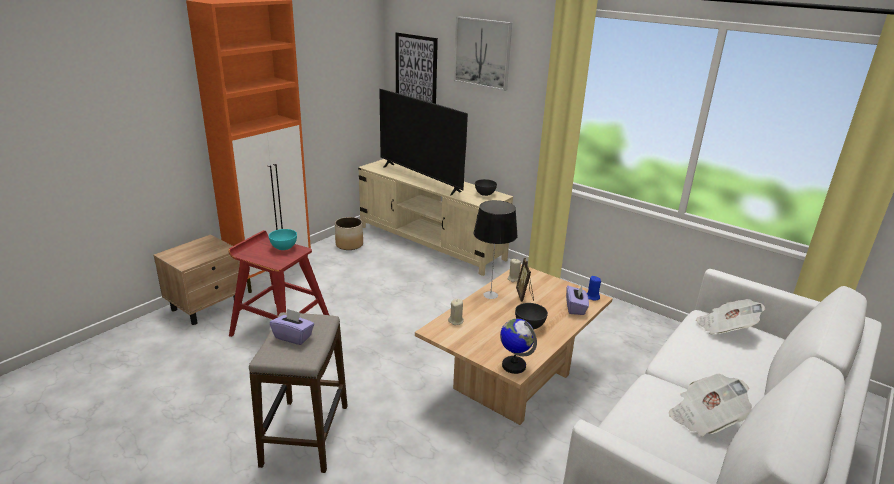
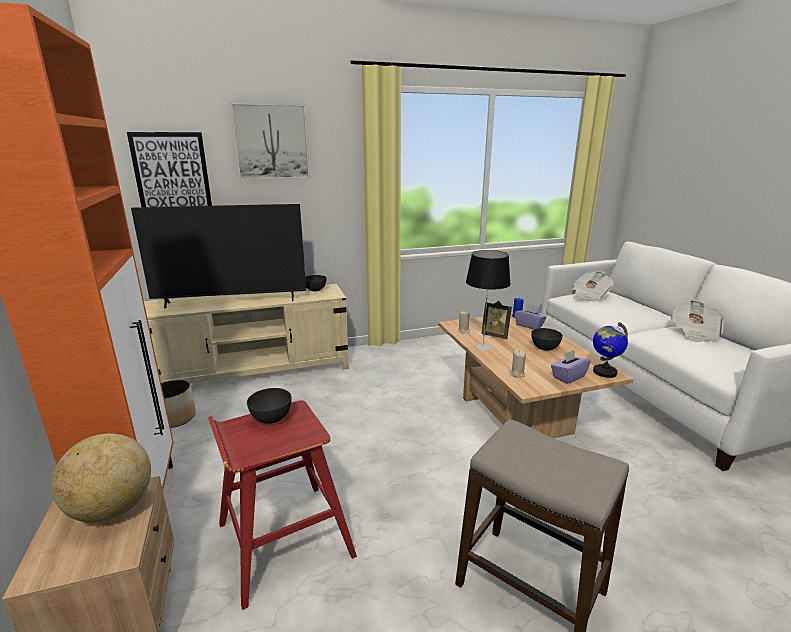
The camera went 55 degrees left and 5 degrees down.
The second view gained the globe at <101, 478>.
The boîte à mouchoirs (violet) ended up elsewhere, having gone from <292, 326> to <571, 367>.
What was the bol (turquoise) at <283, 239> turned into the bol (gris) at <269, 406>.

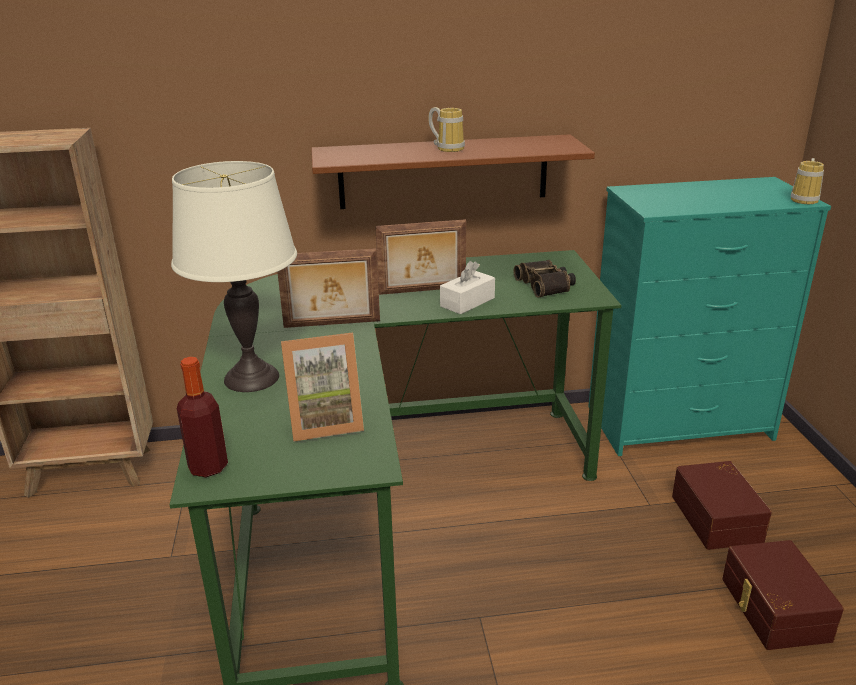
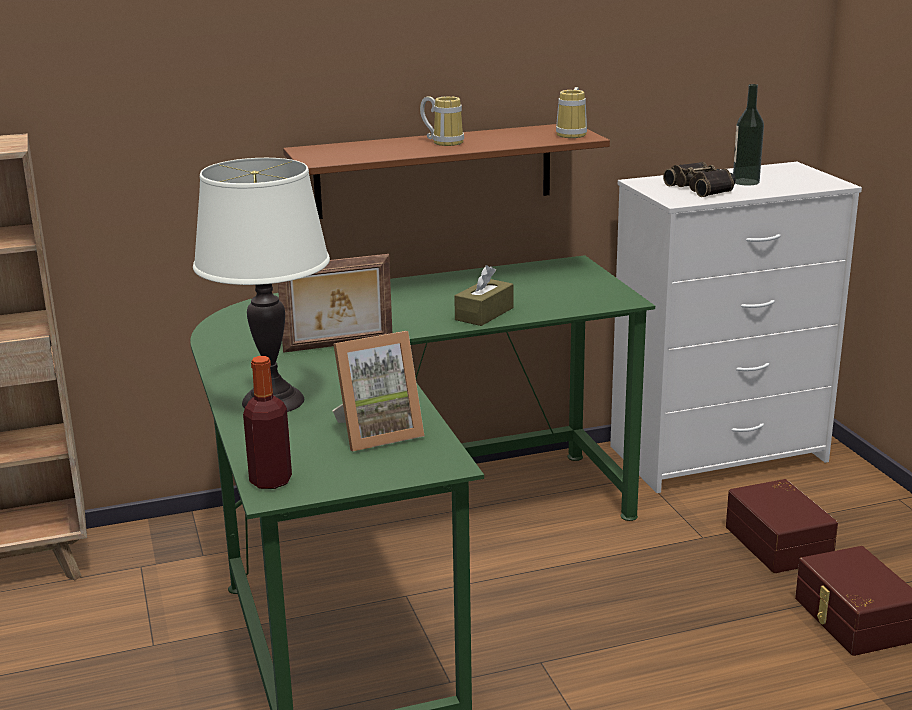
The camera went 10 degrees left and 5 degrees down.
The second view lost the cadre photo at <420, 257>.
The second view gained the bouteille at <748, 135>.
The jumelles ended up elsewhere, having gone from <544, 278> to <699, 179>.
The mug ended up elsewhere, having gone from <807, 181> to <571, 112>.
What was the boîte à mouchoirs (blanc) at <467, 287> turned into the boîte à mouchoirs (marron) at <483, 295>.
What was the commode (turquoise) at <709, 316> turned into the commode (blanc) at <736, 327>.

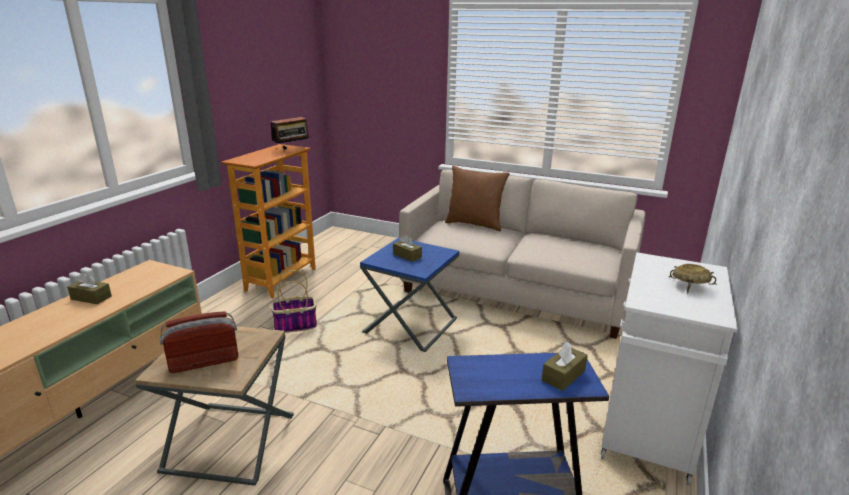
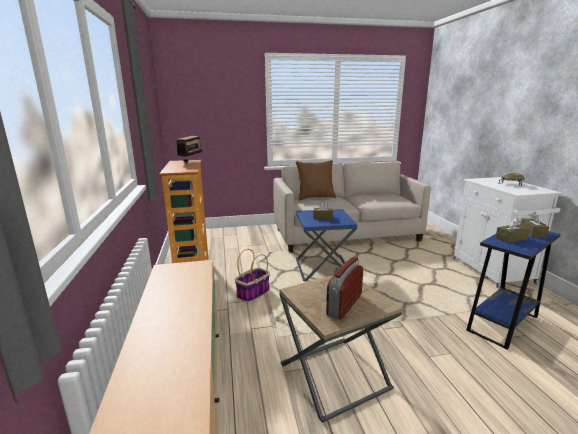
The camera went 35 degrees left and 5 degrees down.
The boîte à mouchoirs (marron) ended up elsewhere, having gone from <89, 288> to <512, 230>.

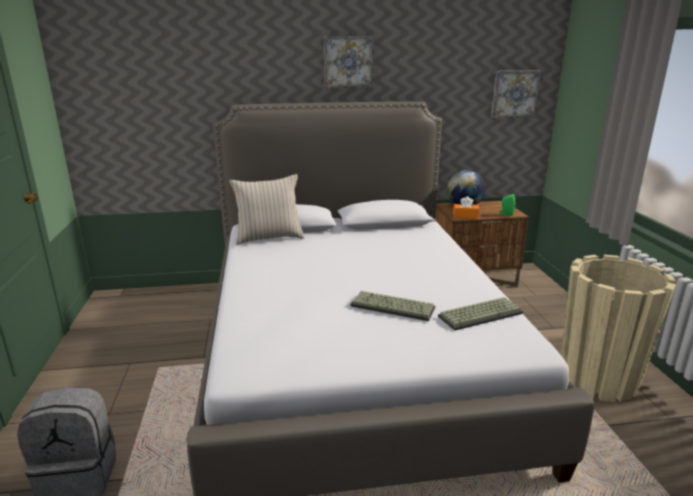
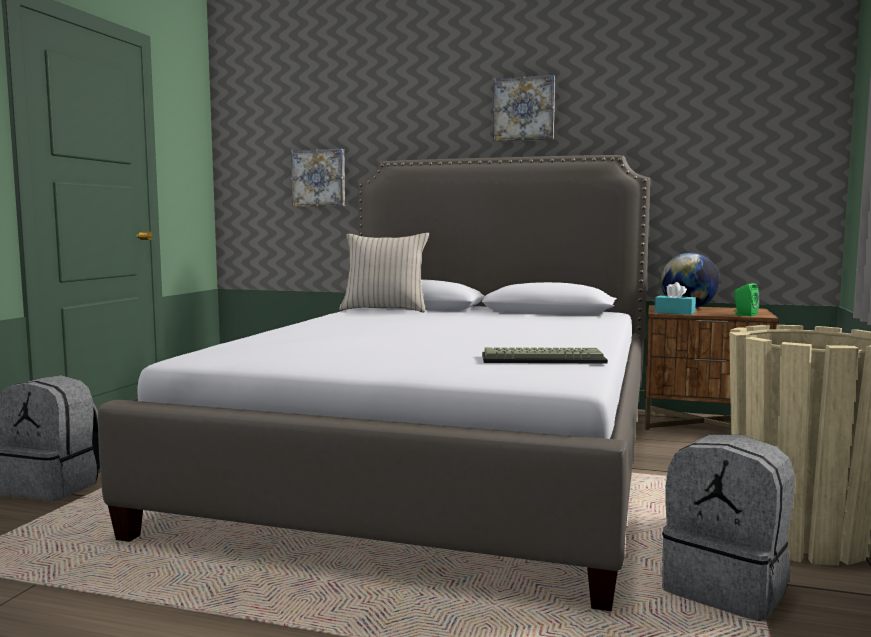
The camera went 25 degrees right and 15 degrees down.
The second view lost the clavier at <392, 306>.
The second view gained the sac à dos (gris) at <728, 527>.
The tableau ended up elsewhere, having gone from <516, 94> to <318, 178>.
What was the boîte à mouchoirs (orange) at <466, 207> turned into the boîte à mouchoirs (turquoise) at <675, 298>.

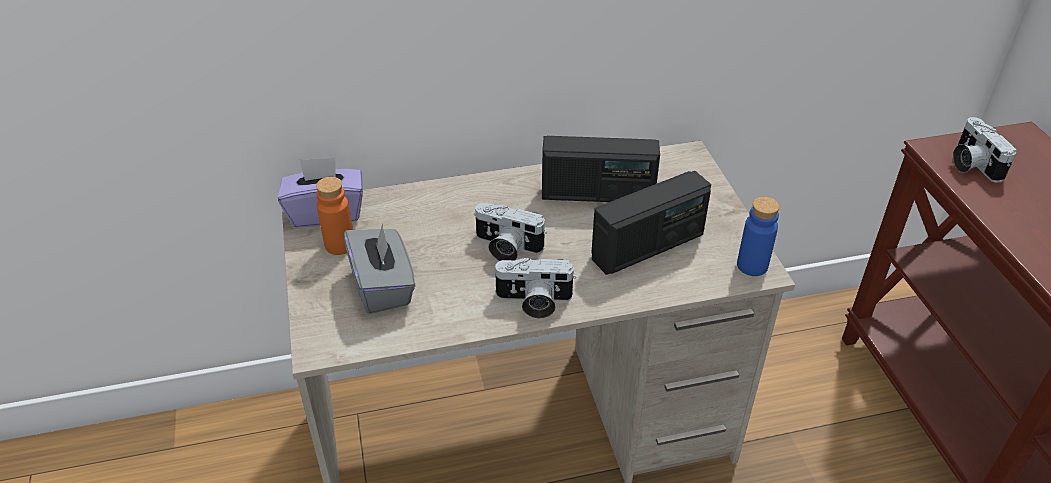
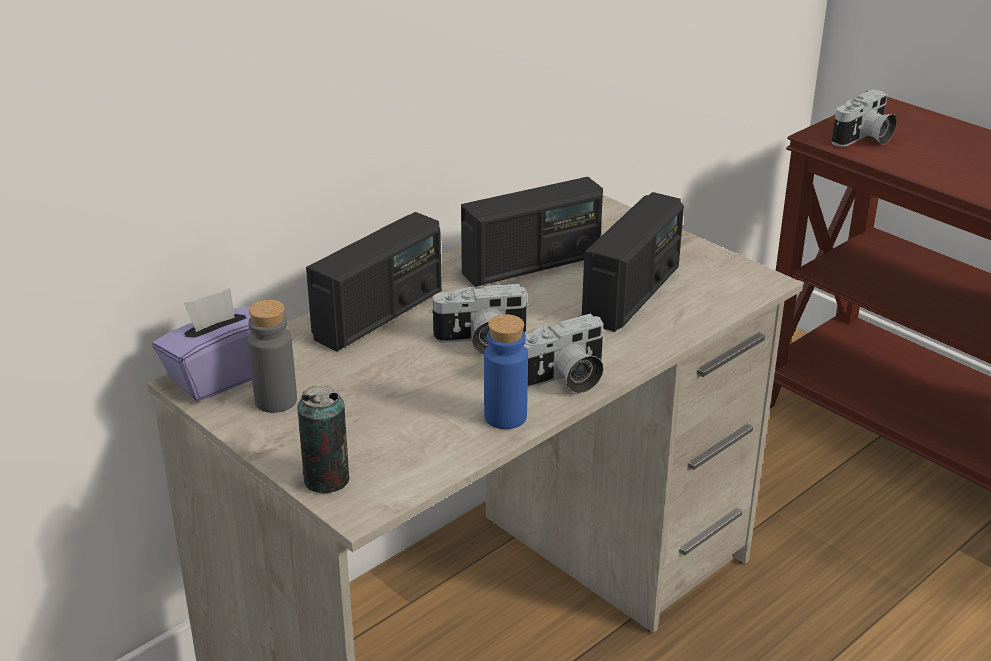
The camera went 30 degrees left and 10 degrees down.
The second view lost the boîte à mouchoirs (gris) at <379, 268>.
The second view gained the boîte métallique at <323, 439>.
The second view gained the radio at <374, 281>.
The bouteille (bleu) ended up elsewhere, having gone from <758, 236> to <506, 371>.
What was the bouteille (orange) at <334, 216> turned into the bouteille (gris) at <272, 356>.
The appareil photo at <985, 150> ended up facing another way, 90 degrees counterclockwise from before.

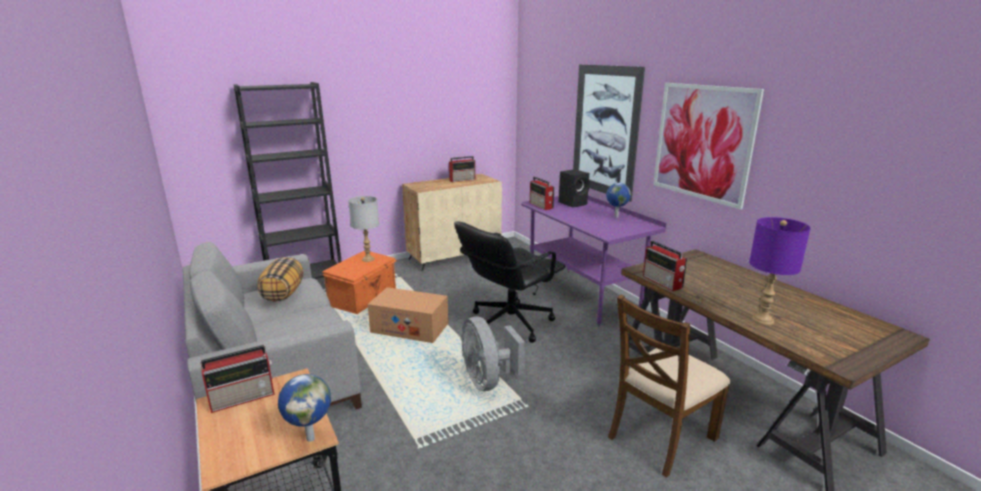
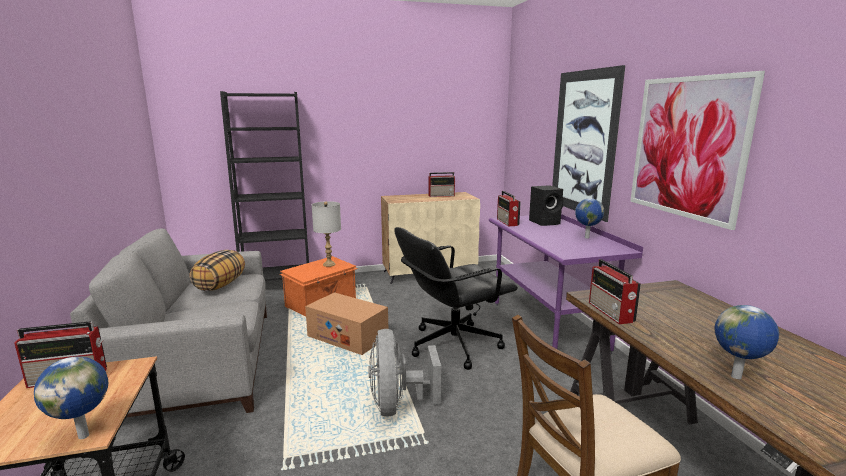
The camera went 15 degrees right and 5 degrees down.
Where the lampe de table (violet) stood at <780, 271>, the globe came to stand at <746, 342>.

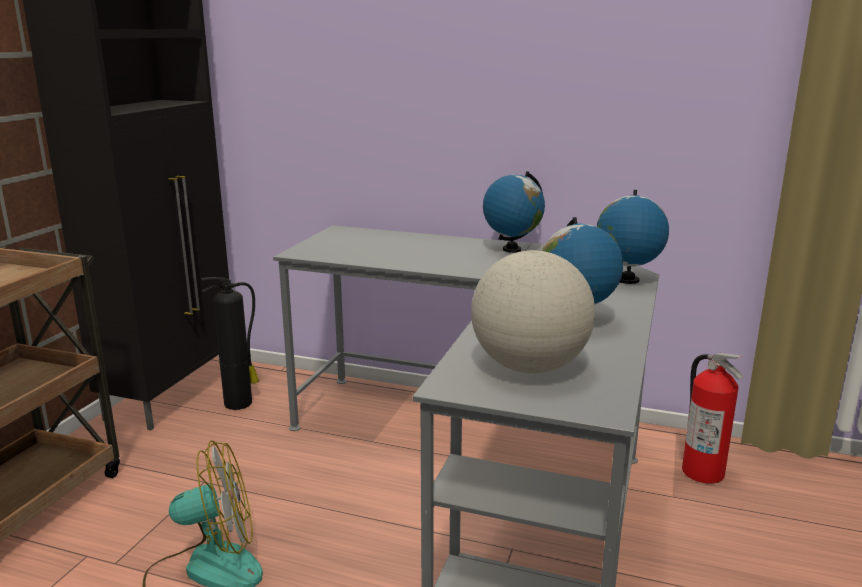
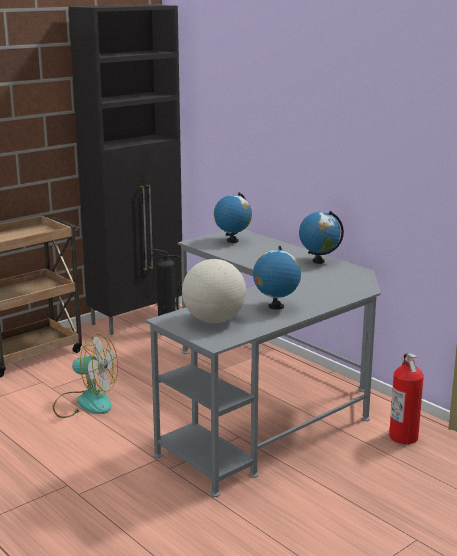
The camera went 30 degrees right and 0 degrees up.
The globe ended up elsewhere, having gone from <633, 237> to <233, 217>.

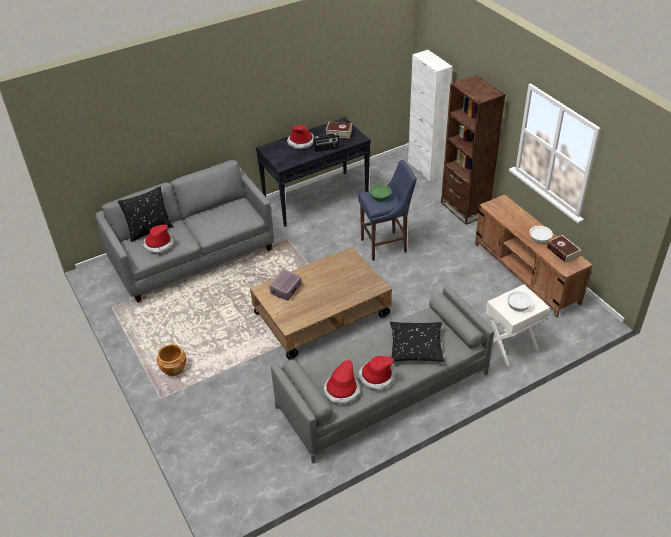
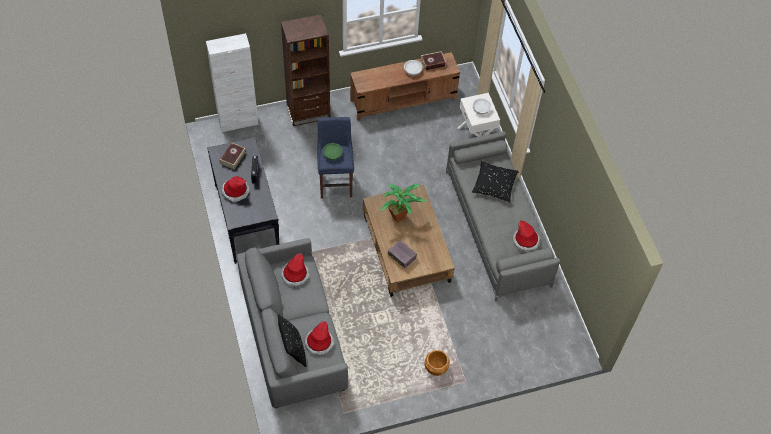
The camera went 80 degrees left and 15 degrees up.
The second view gained the plante en pot at <403, 203>.
The chapeau ended up elsewhere, having gone from <377, 373> to <295, 270>.

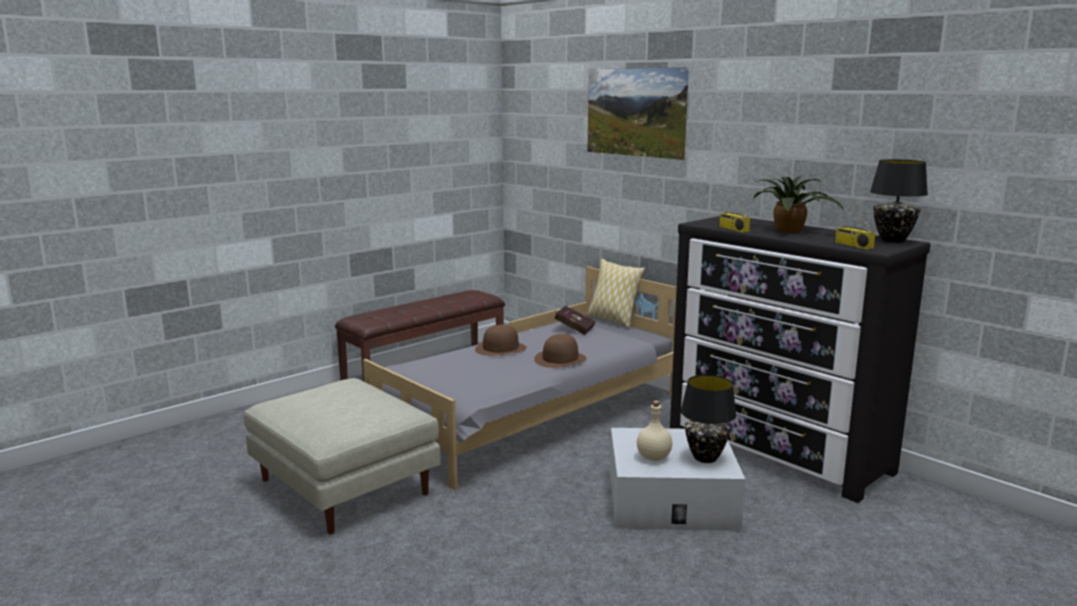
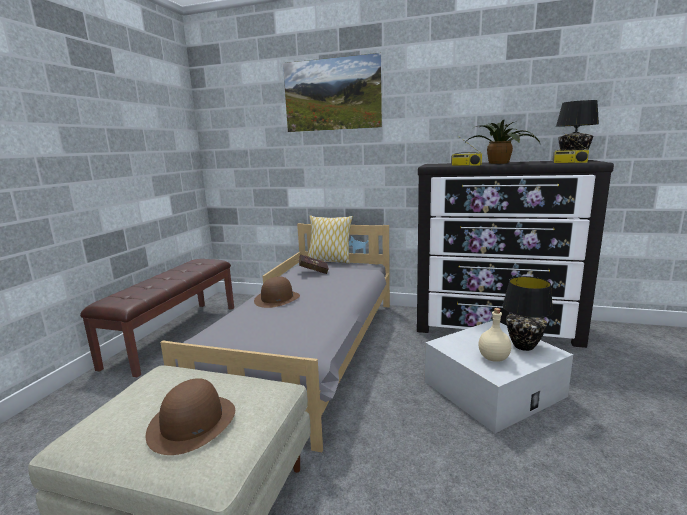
The camera went 30 degrees left and 0 degrees up.
The chapeau (marron) ended up elsewhere, having gone from <560, 351> to <190, 416>.

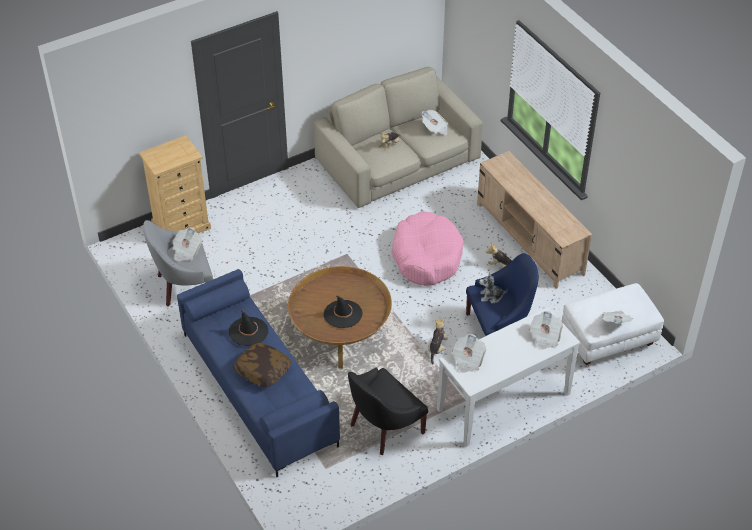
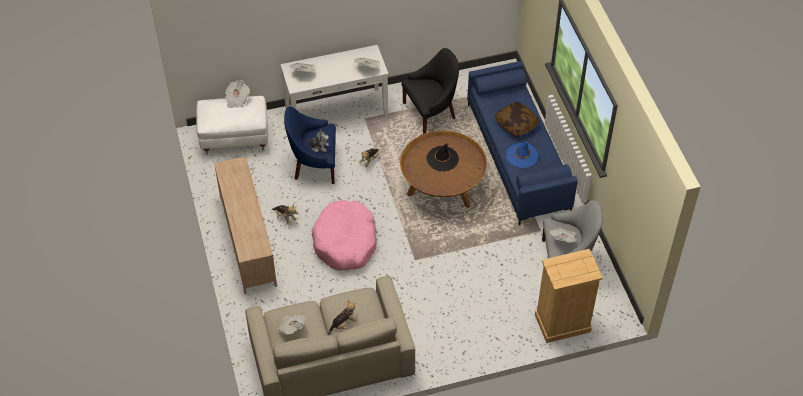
The camera went 165 degrees left and 5 degrees up.
What was the chapeau (noir) at <248, 327> turned into the chapeau (bleu) at <522, 155>.

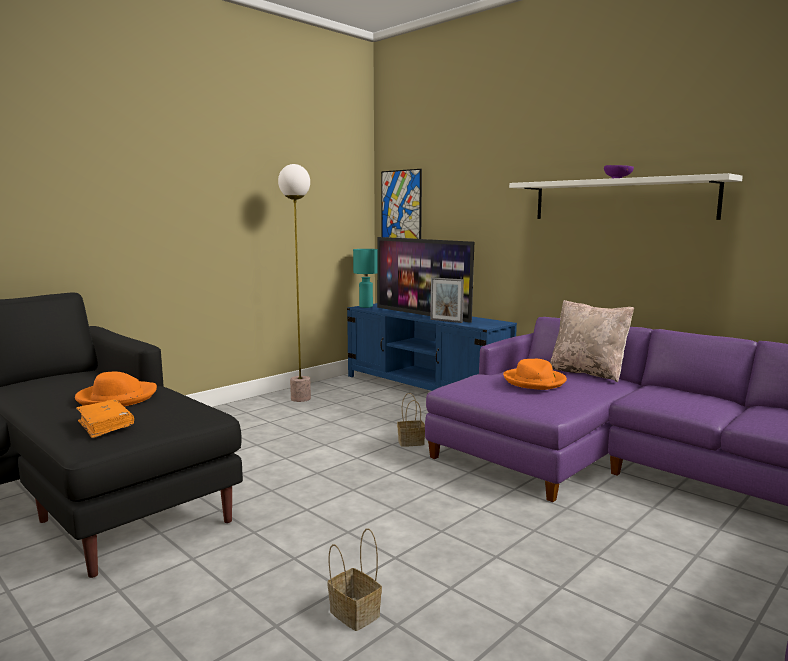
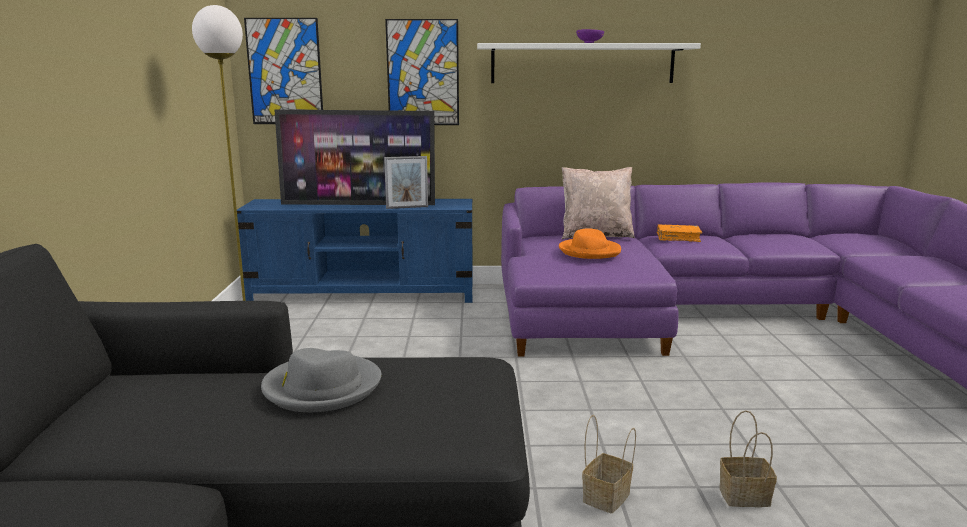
The camera went 45 degrees left and 5 degrees up.
The second view lost the lampe de table (turquoise) at <365, 278>.
The second view gained the tableau at <422, 72>.
The livre (orange) ended up elsewhere, having gone from <105, 418> to <679, 233>.
The panier ended up elsewhere, having gone from <411, 420> to <609, 464>.
What was the chapeau (orange) at <116, 389> turned into the chapeau (gris) at <321, 380>.

